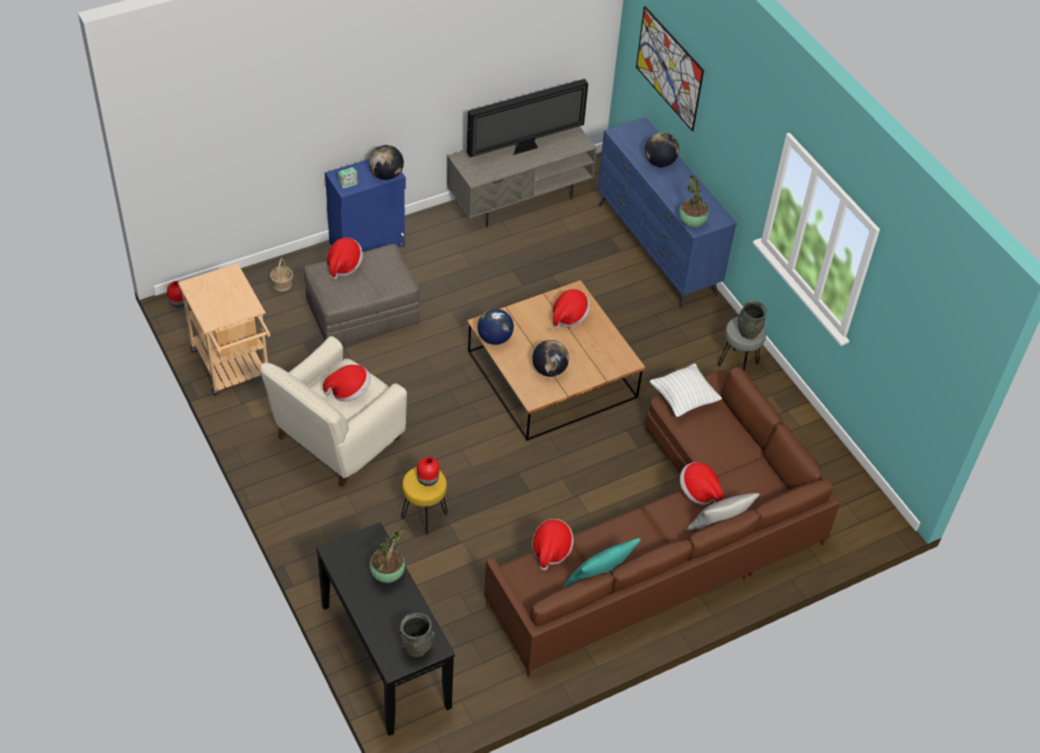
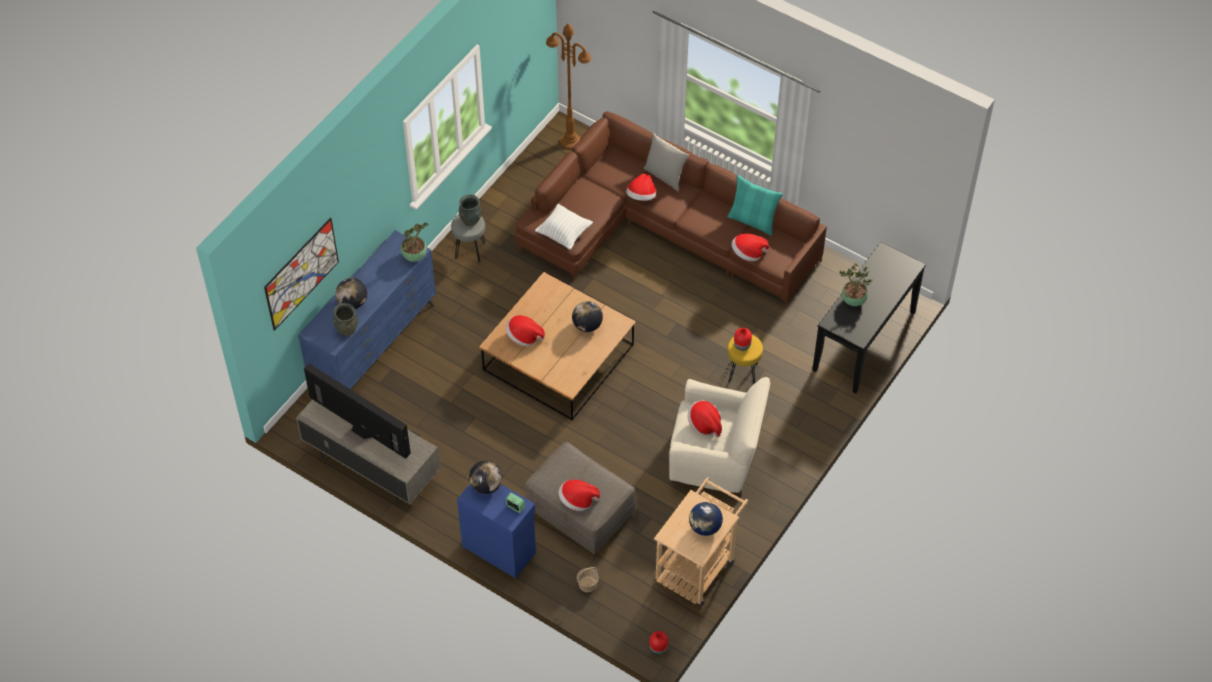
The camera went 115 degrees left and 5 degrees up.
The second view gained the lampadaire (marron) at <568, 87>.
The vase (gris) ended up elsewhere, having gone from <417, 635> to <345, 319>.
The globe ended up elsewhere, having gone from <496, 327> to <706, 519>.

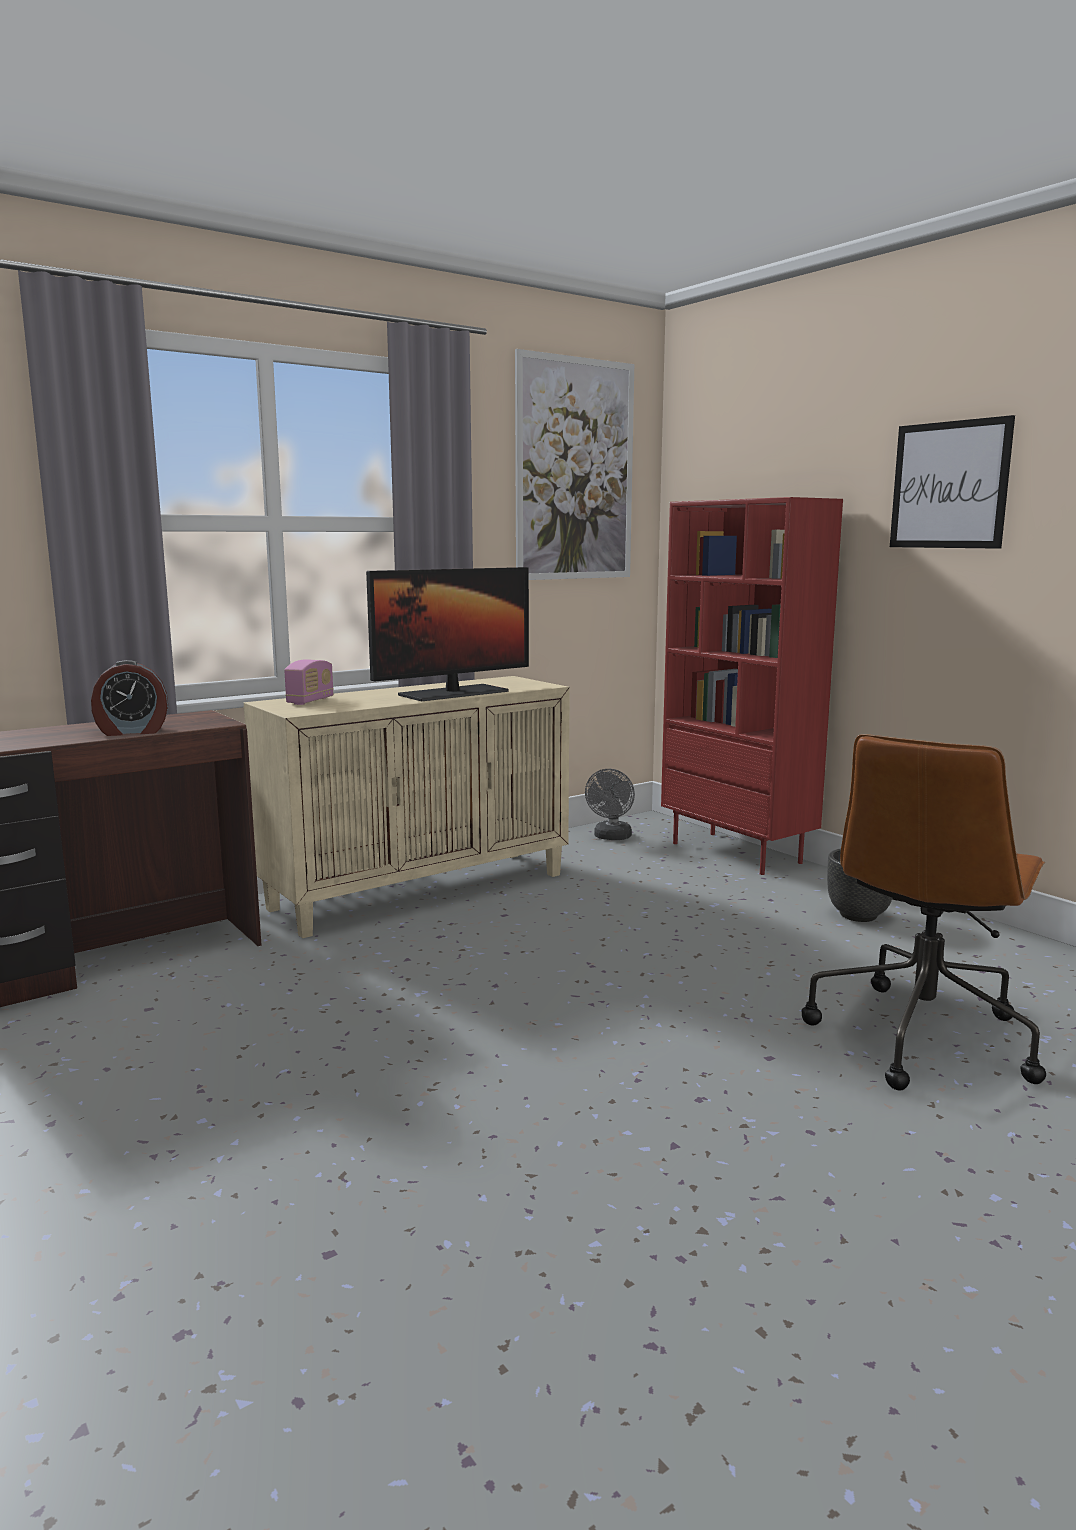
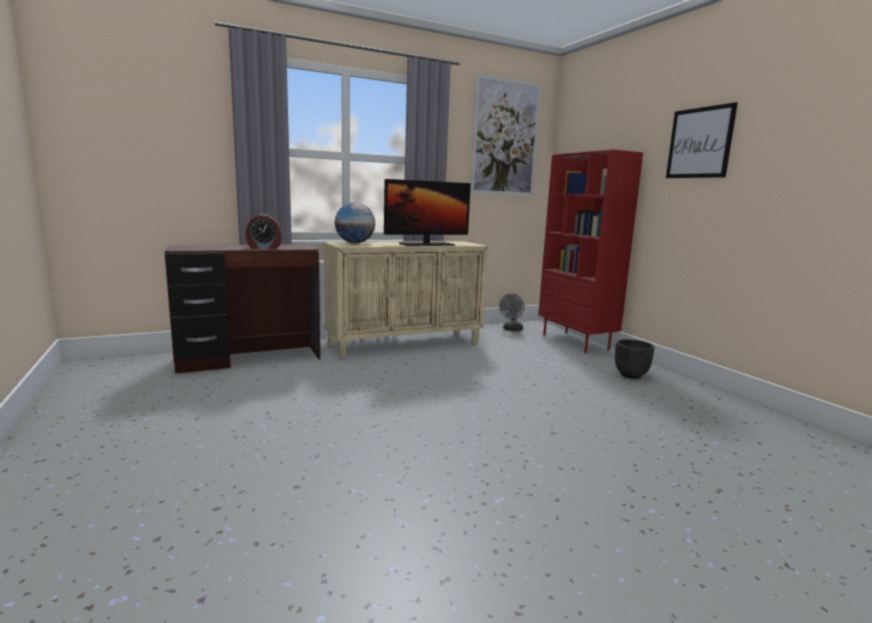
The camera went 10 degrees right and 0 degrees up.
The second view lost the chaise de bureau (marron) at <924, 912>.
Where the radio stood at <309, 682>, the globe came to stand at <355, 222>.

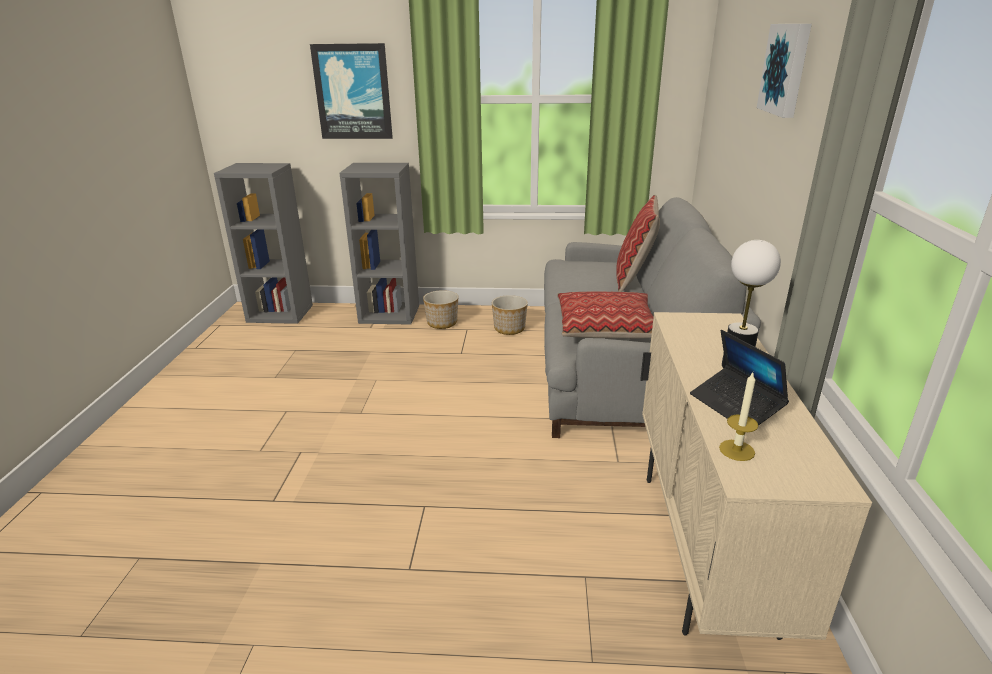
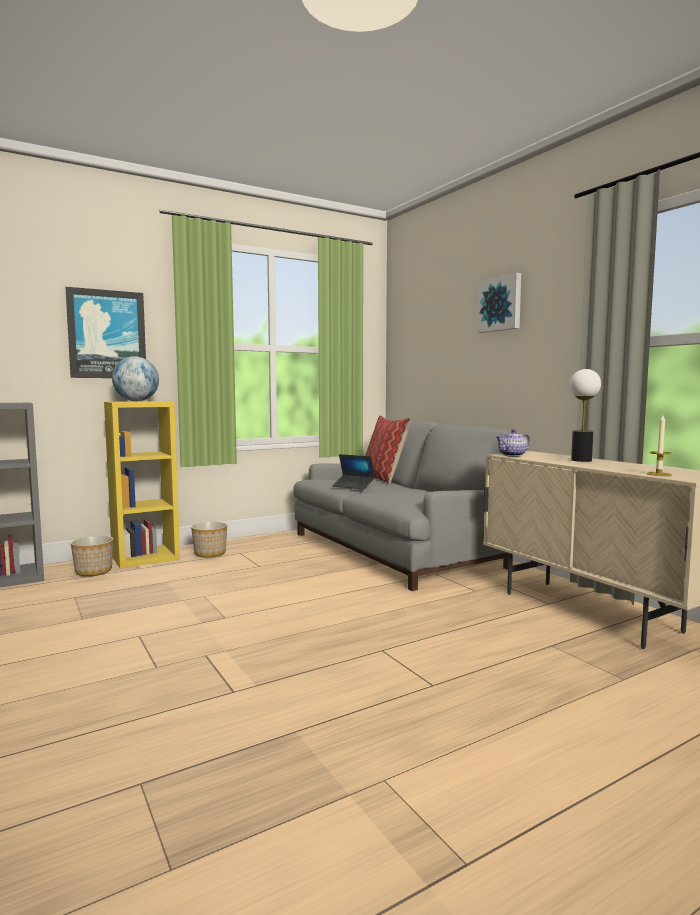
The camera went 35 degrees left and 20 degrees down.
The second view lost the coussin at <605, 315>.
The second view gained the globe at <135, 379>.
The second view gained the théière at <513, 442>.
The cache-pot ended up elsewhere, having gone from <510, 315> to <91, 556>.
The ordinateur portable ended up elsewhere, having gone from <739, 377> to <354, 472>.
What was the bibliothèque (gris) at <379, 244> turned into the bibliothèque (jaune) at <142, 485>.

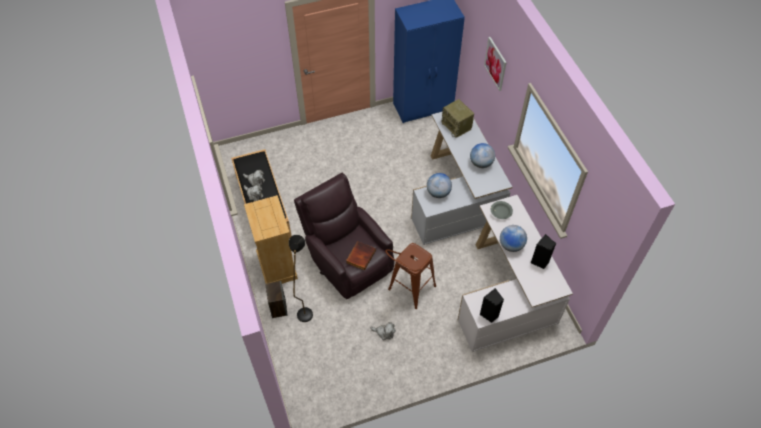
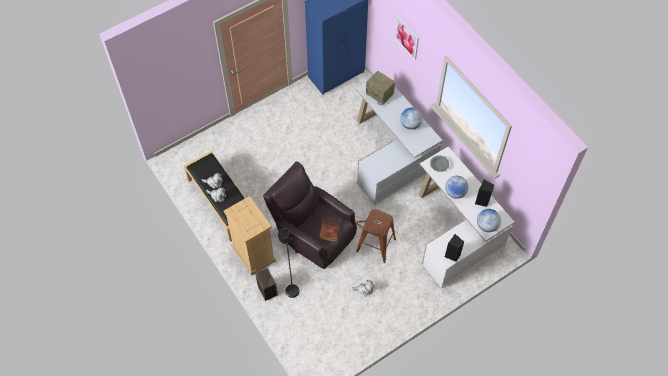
The camera went 15 degrees left and 5 degrees up.
The globe ended up elsewhere, having gone from <439, 185> to <489, 220>.

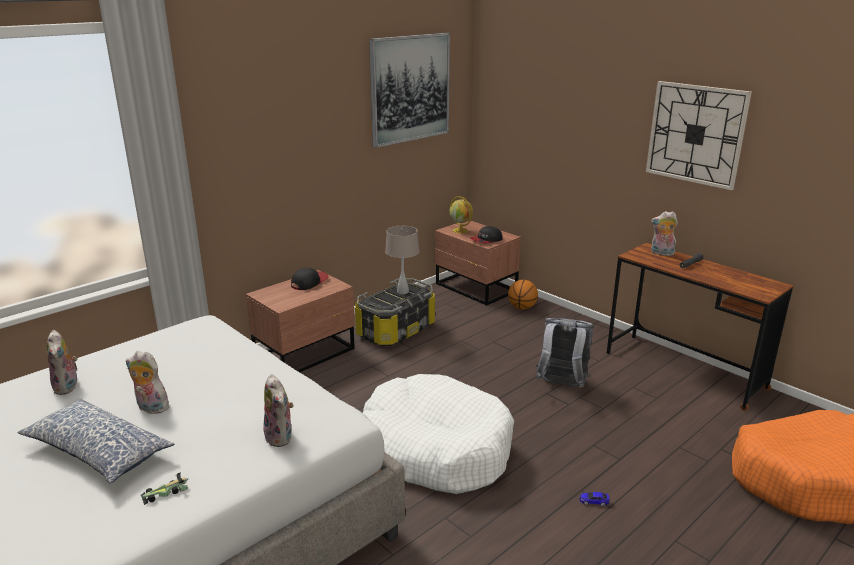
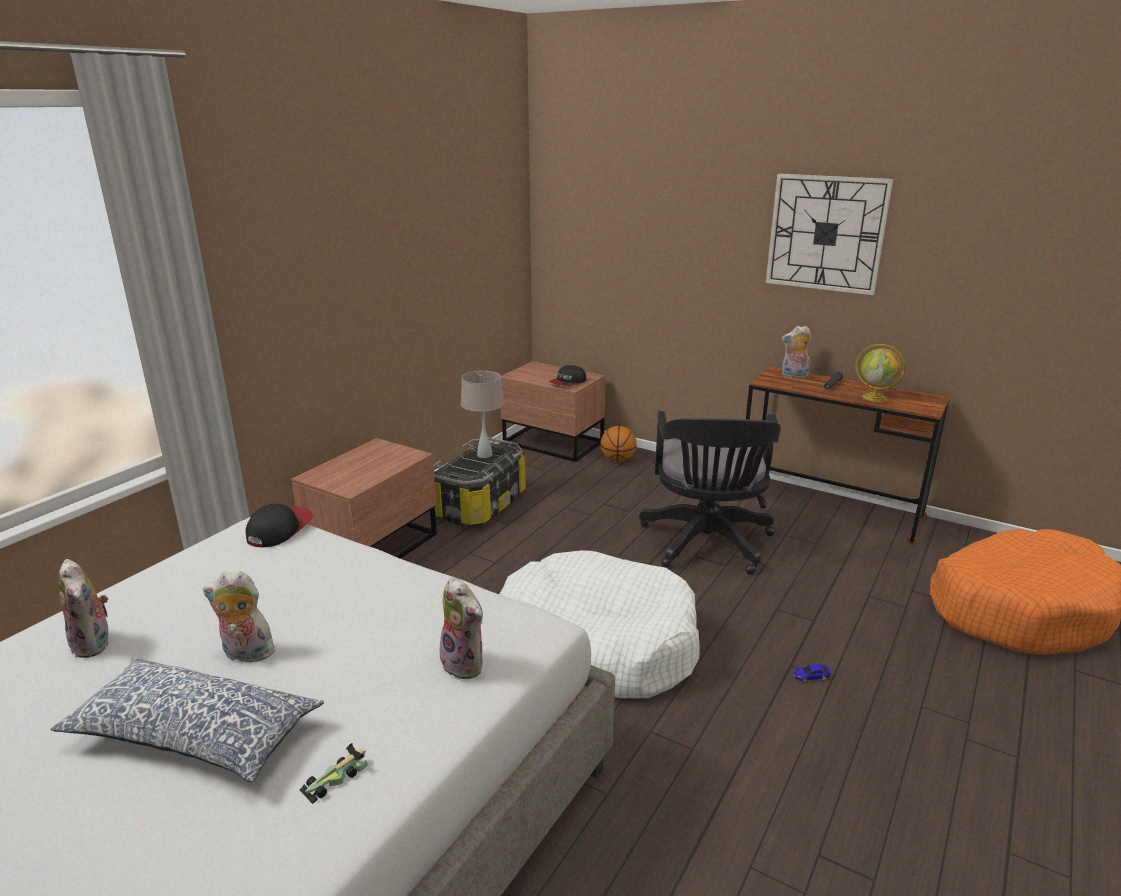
The camera went 15 degrees left and 0 degrees up.
The second view lost the tableau at <409, 90>.
The casquette ended up elsewhere, having gone from <310, 278> to <279, 525>.
The globe ended up elsewhere, having gone from <461, 215> to <880, 373>.
Where the sac à dos (gris) stood at <565, 352>, the chaise de bureau (noir) came to stand at <710, 493>.

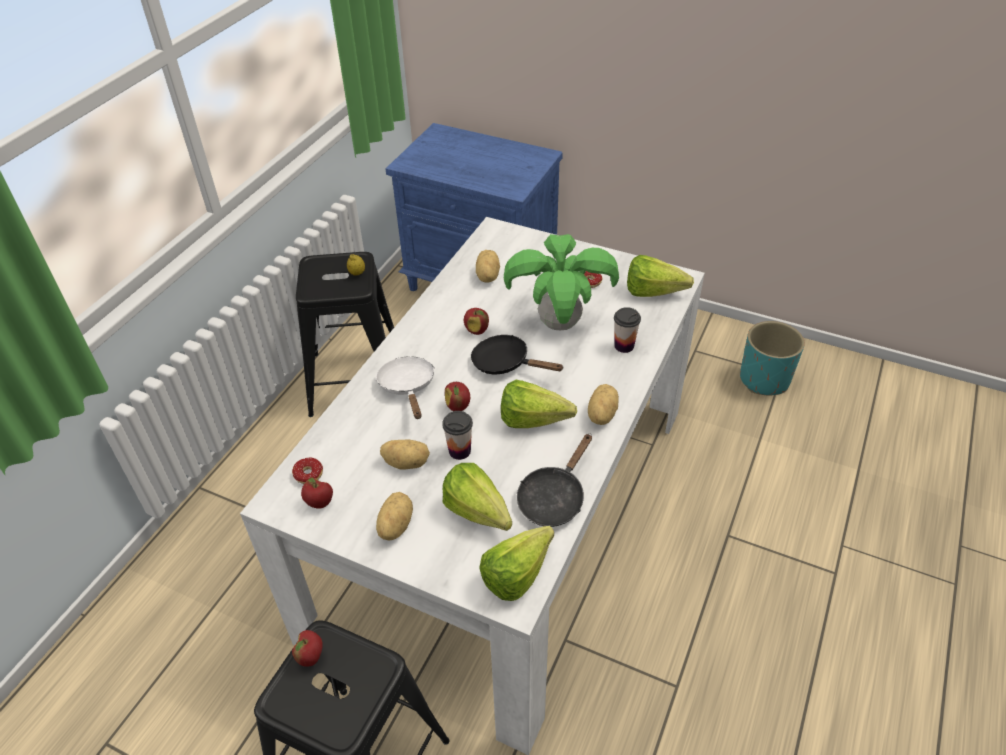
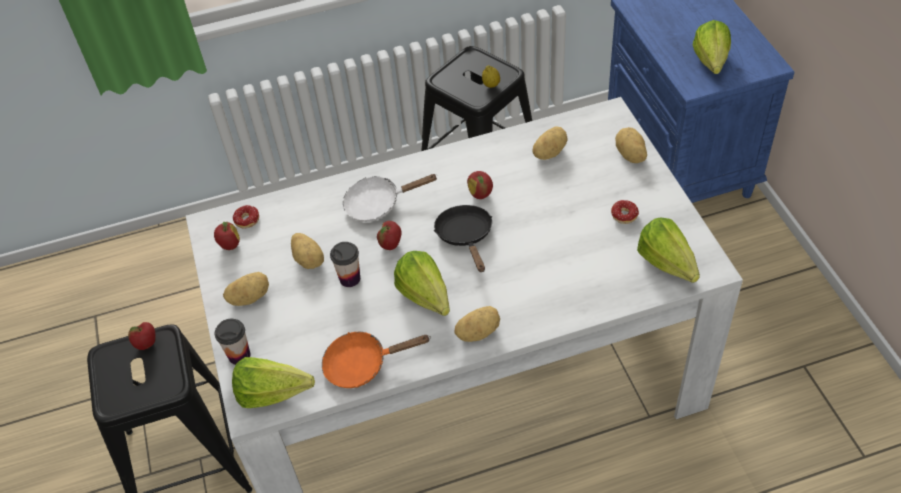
The camera went 50 degrees right and 5 degrees up.
The second view lost the plante en pot at <561, 282>.
The second view lost the cache-pot (turquoise) at <772, 358>.
The second view gained the pomme de terre at <631, 145>.
The laitue ended up elsewhere, having gone from <477, 497> to <712, 47>.
The tasse ended up elsewhere, having gone from <627, 330> to <232, 342>.
What was the poêle (noir) at <554, 480> turned into the poêle (orange) at <376, 360>.
The poêle (blanc) at <405, 387> ended up facing another way, 135 degrees counterclockwise from before.

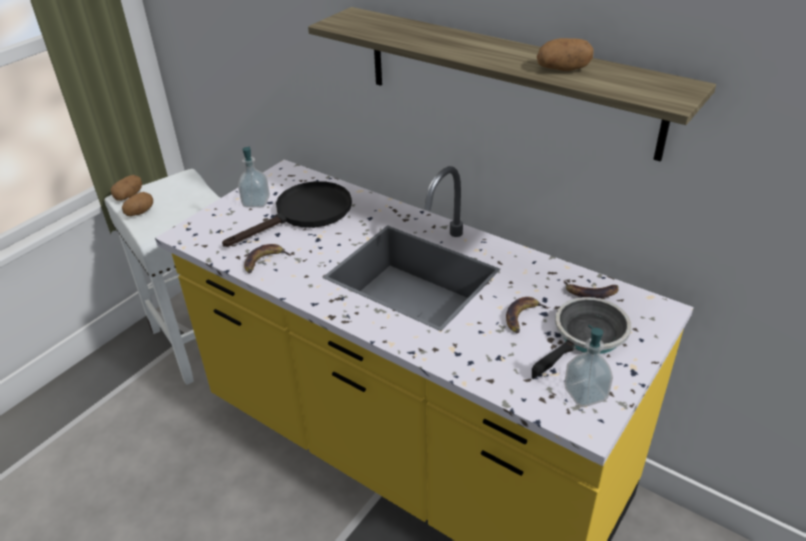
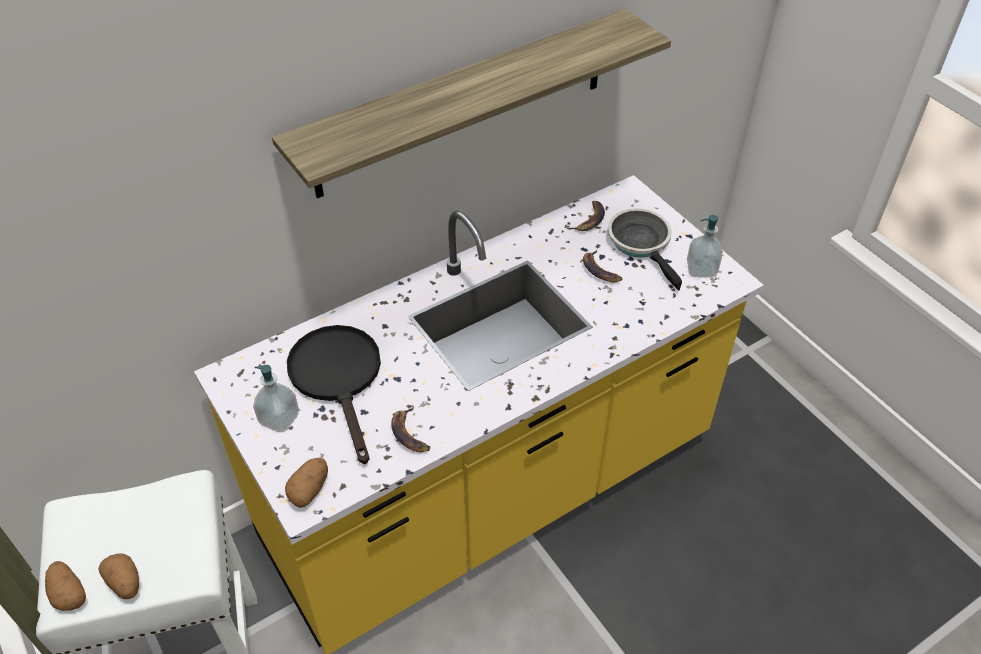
The camera went 70 degrees left and 10 degrees up.
The pomme de terre ended up elsewhere, having gone from <565, 54> to <306, 483>.

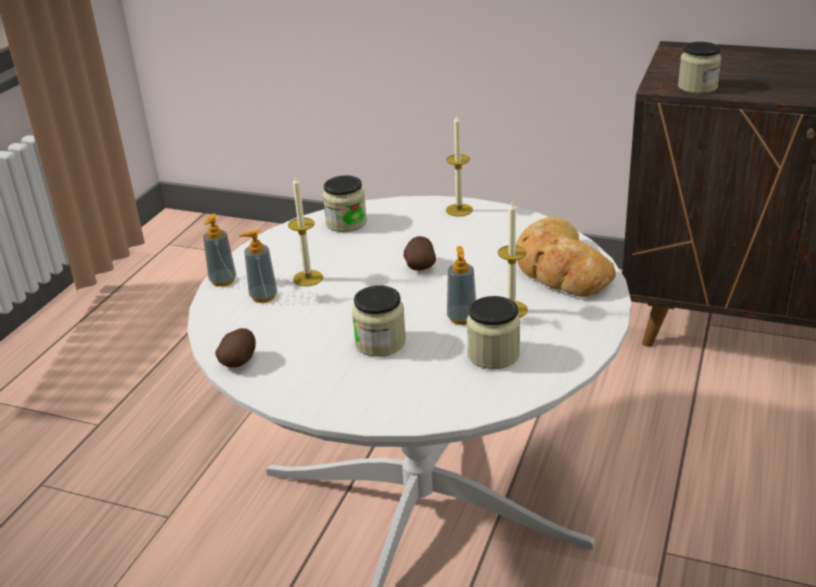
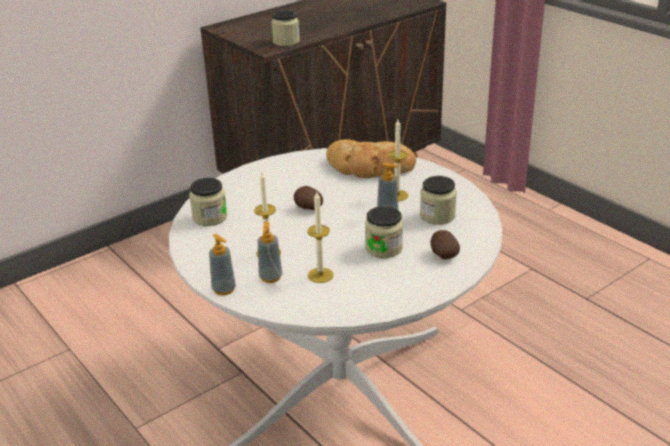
The camera went 60 degrees left and 0 degrees up.
The pomme de terre ended up elsewhere, having gone from <235, 348> to <445, 244>.
The bougie ended up elsewhere, having gone from <459, 166> to <320, 237>.

